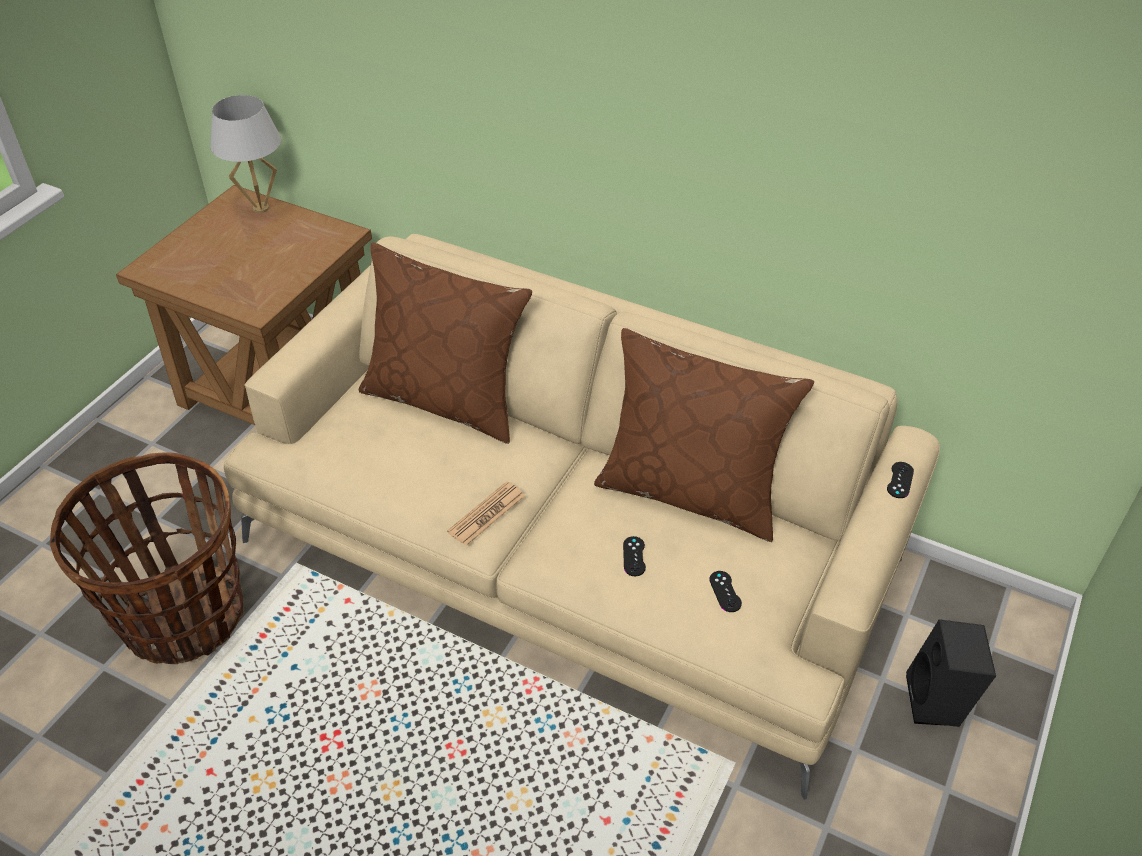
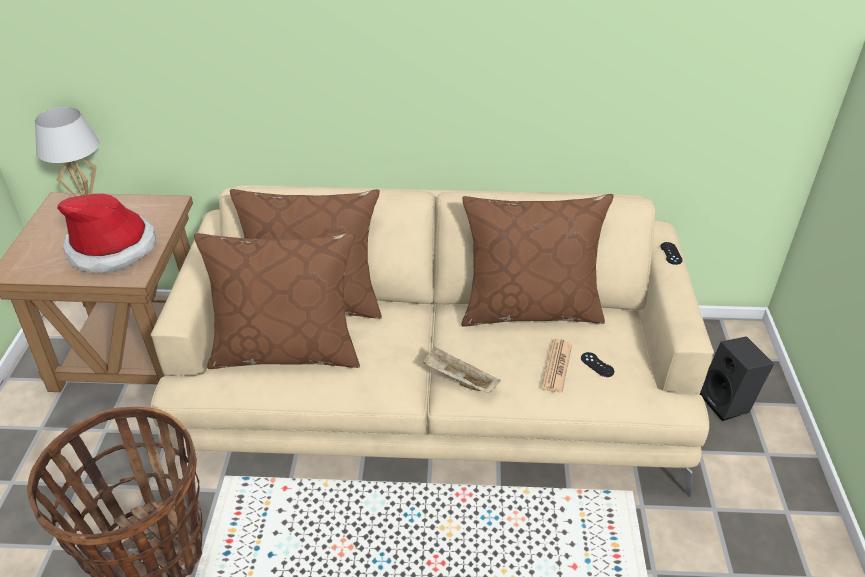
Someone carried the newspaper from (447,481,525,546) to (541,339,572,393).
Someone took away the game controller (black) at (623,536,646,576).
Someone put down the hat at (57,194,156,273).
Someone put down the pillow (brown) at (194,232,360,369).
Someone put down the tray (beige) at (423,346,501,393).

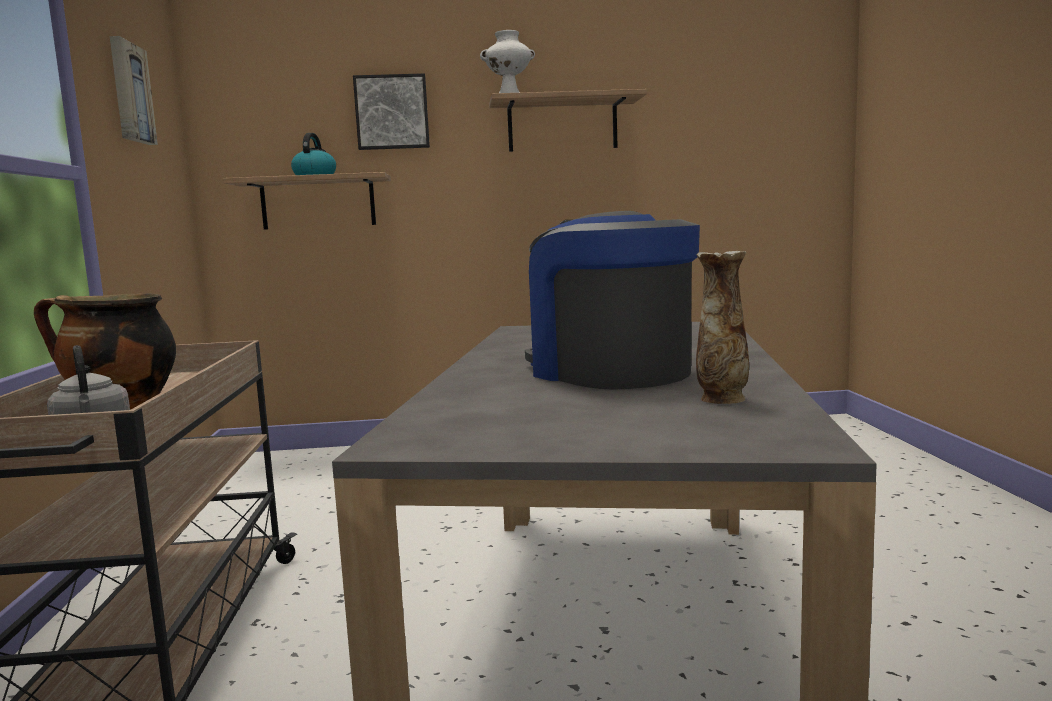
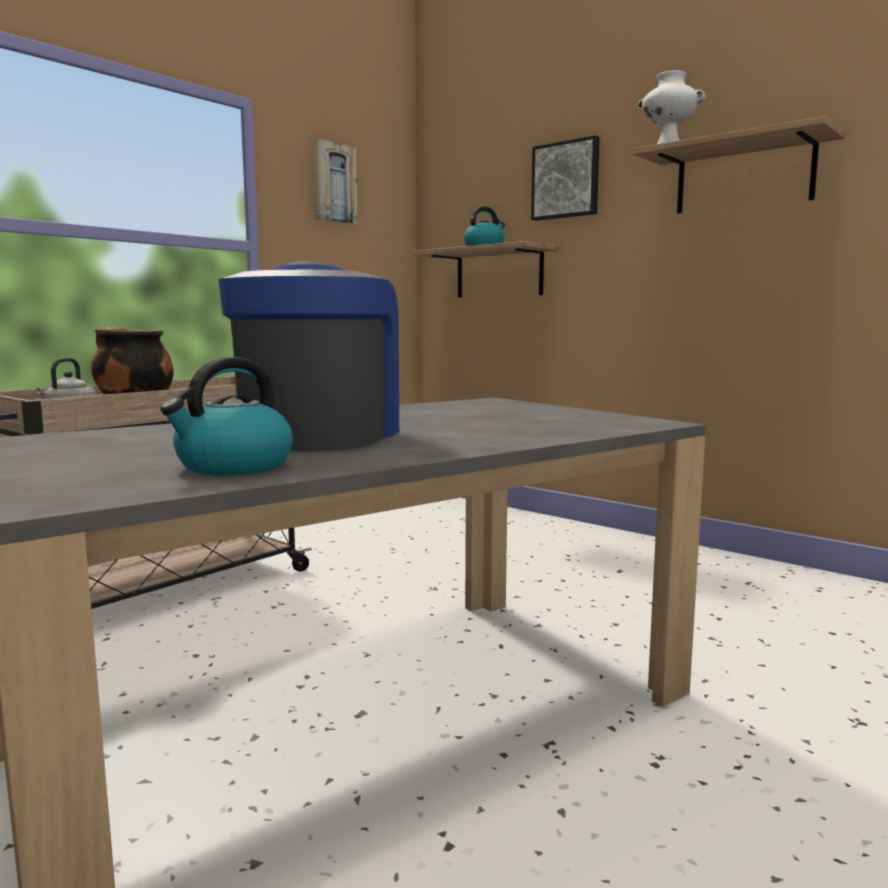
Someone swapped the vase at (696,251,749,404) for the kettle at (160,357,293,475).

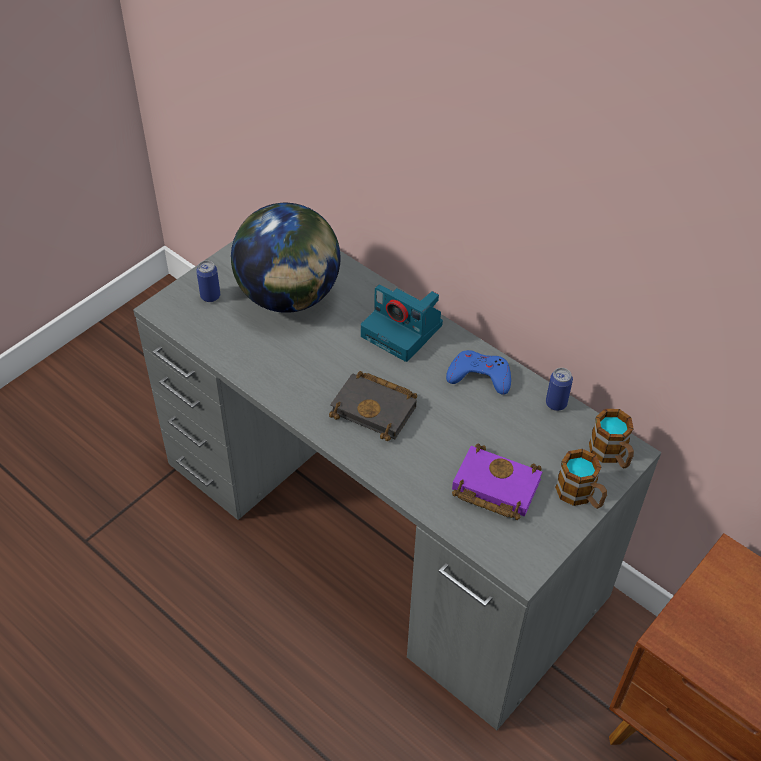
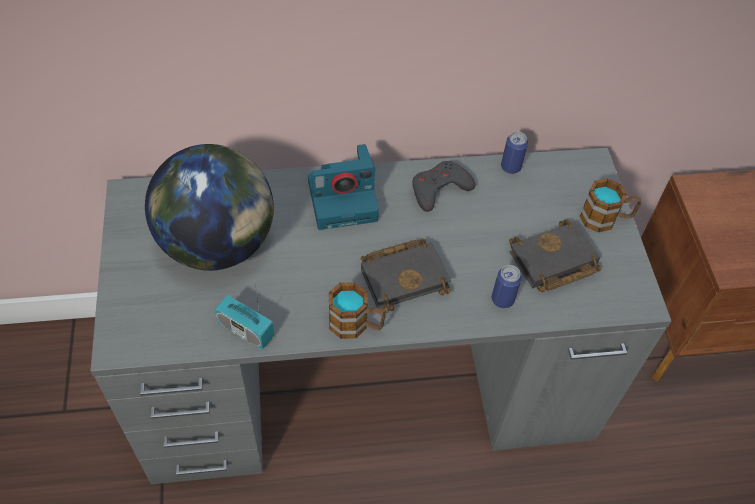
Someone carried the can from (196,260,220,302) to (492,265,522,308).
Someone repainted the game controller (blue) at (446,350,511,395), which became the game controller (grey) at (412,161,475,212).
Someone repainted the book (purple) at (452,444,542,520), which became the book (black) at (509,219,601,292).
Someone carried the mug from (589,409,634,469) to (329,282,386,339).
Someone put down the radio at (215,281,274,350).

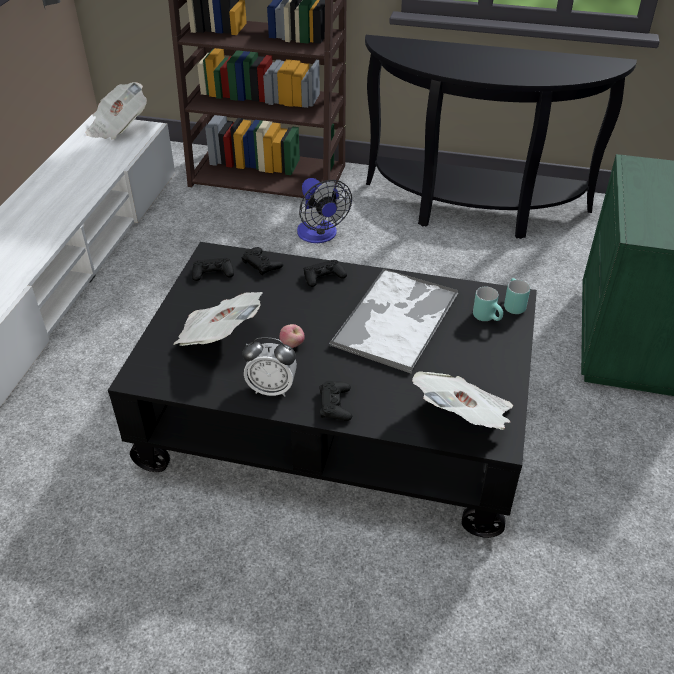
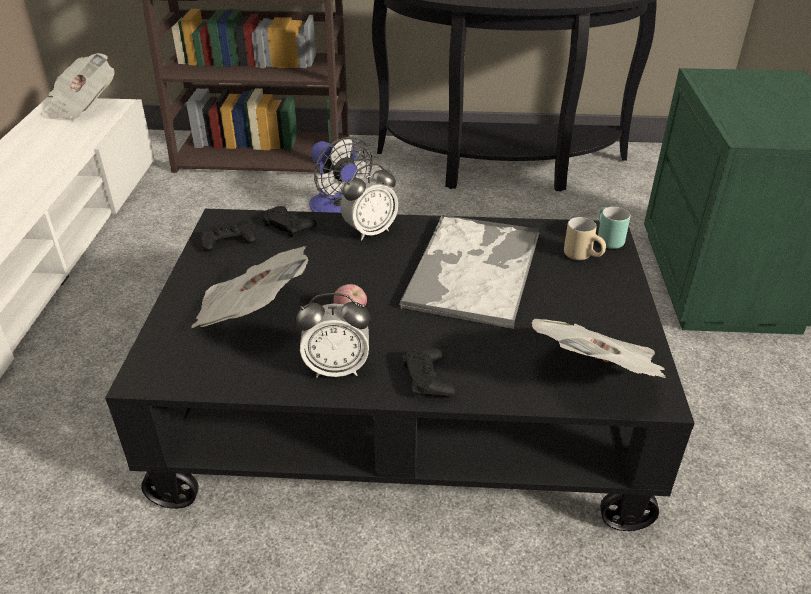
Someone swapped the game controller (black) at (304,260,347,287) for the alarm clock at (340,164,398,241).
Someone repainted the mug (turquoise) at (473,287,503,321), which became the mug (beige) at (564,217,606,260).

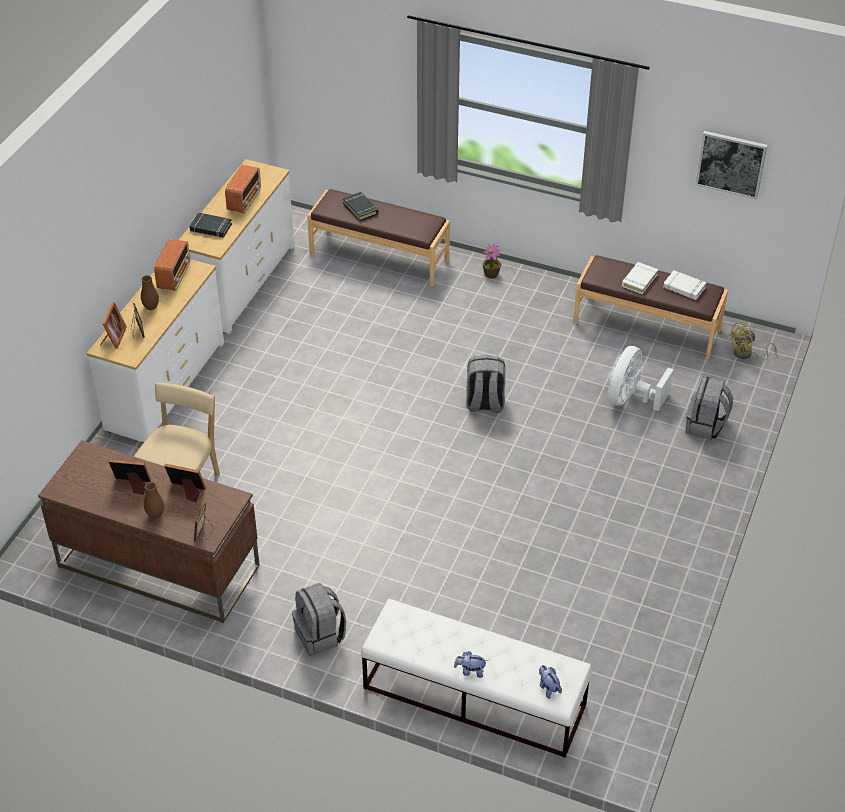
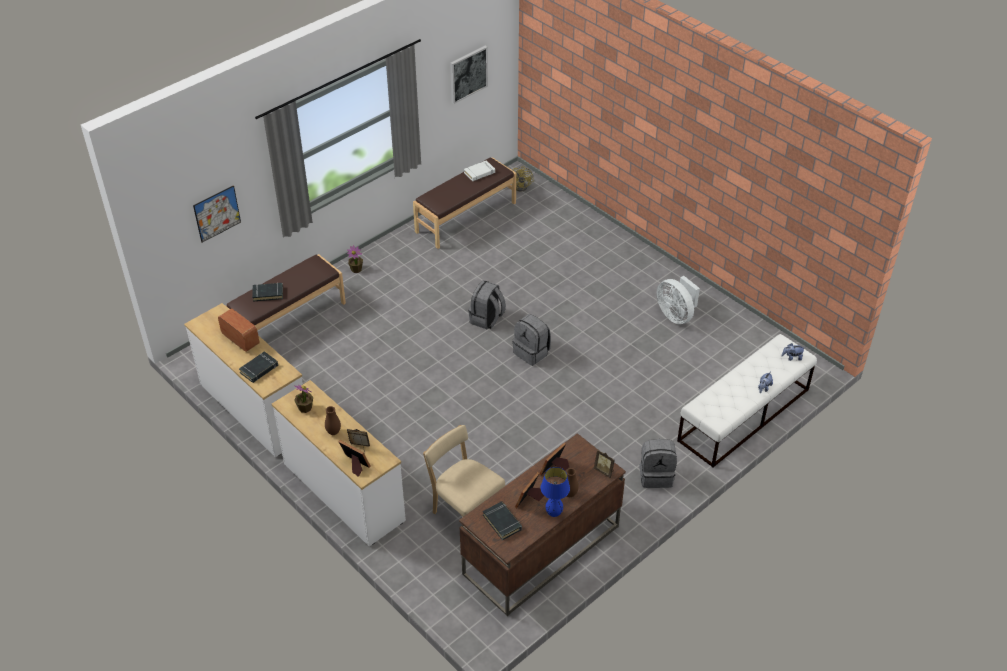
Someone swapped the radio at (154,239,190,291) for the potted plant at (294,385,313,413).
Someone carried the fan (white) from (608,346,674,411) to (656,276,700,324).
Someone took away the book (white) at (622,262,658,294).
Someone carried the backpack (grey) from (685,376,733,440) to (513,314,551,366).
Someone put up the picture at (193,185,241,242).
Someone put down the book (black) at (483,501,522,540).
Someone put down the table lamp (blue) at (541,467,570,517).

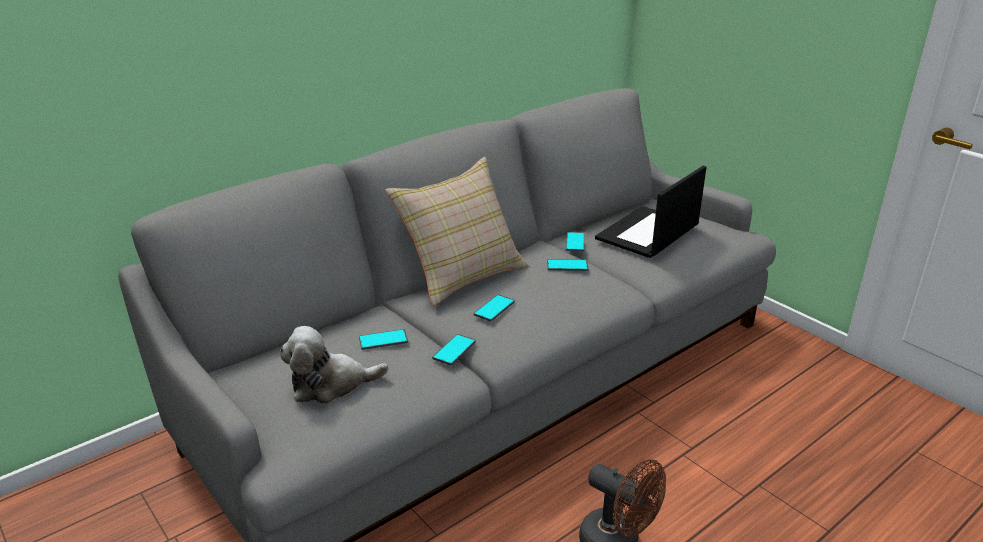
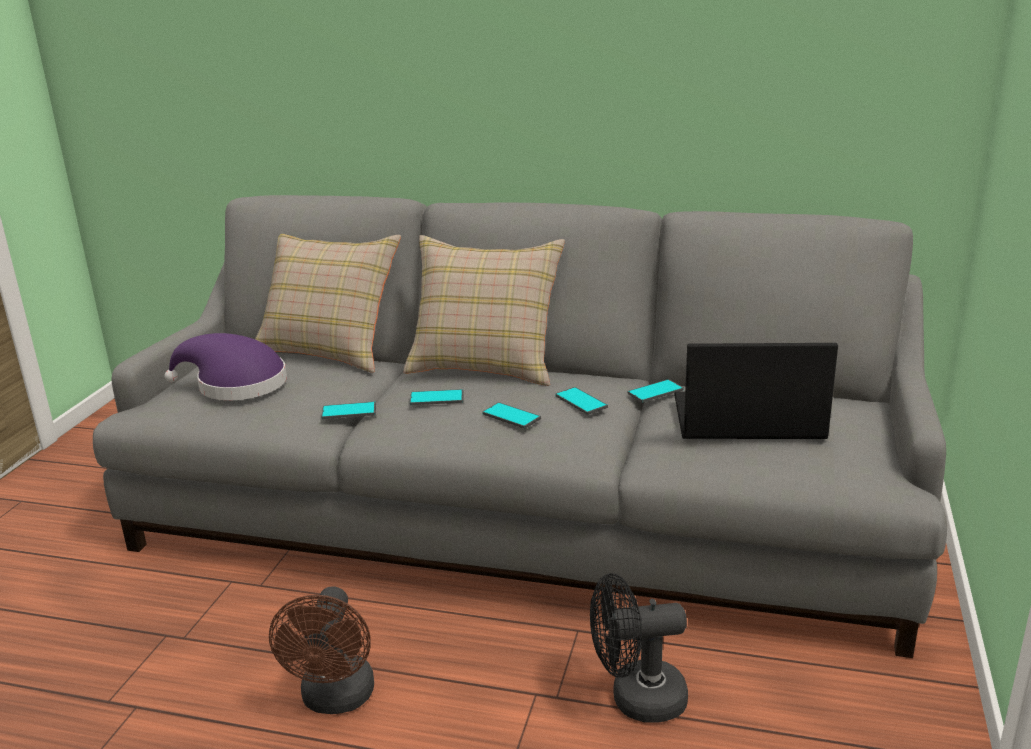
Someone swapped the plush toy at (280,326,389,404) for the hat (purple) at (164,333,287,400).
Someone carried the phone from (359,329,408,350) to (482,402,541,429).
Someone put down the pillow (beige) at (255,234,401,373).
Someone put down the fan (black) at (590,573,688,723).

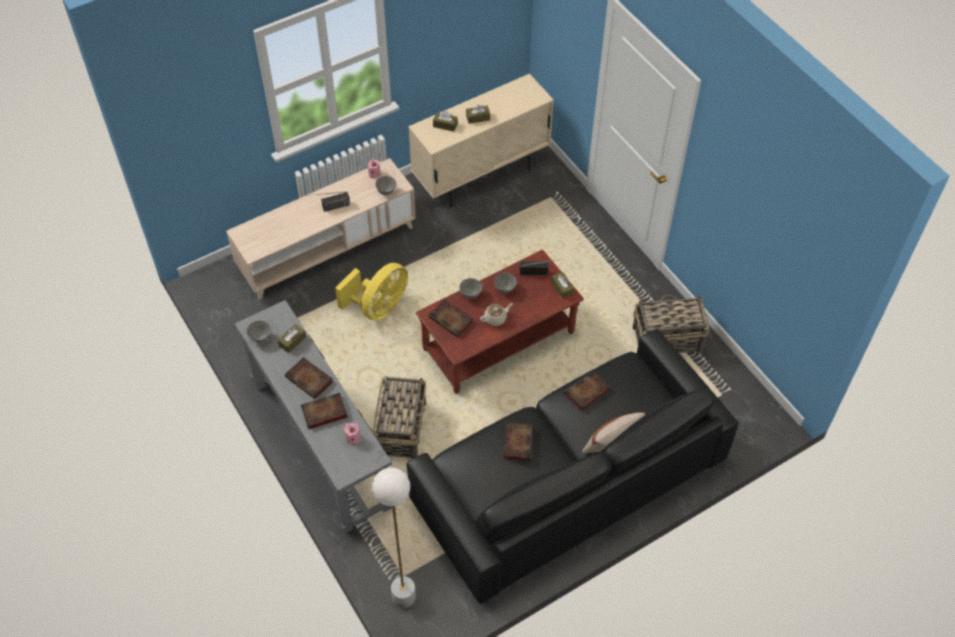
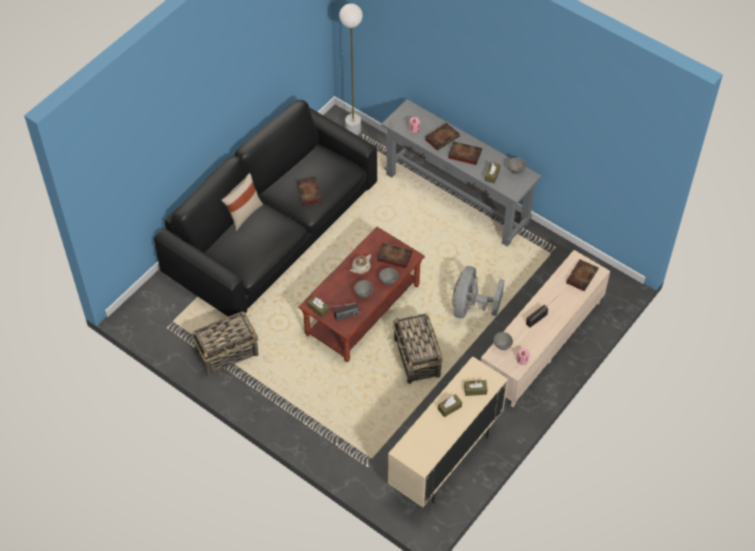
Someone repainted the fan (yellow) at (335,263,408,321), which became the fan (grey) at (452,266,505,318).
Someone carried the basket from (373,376,426,459) to (392,313,443,384).
Someone carried the book from (564,371,611,411) to (566,259,598,291).

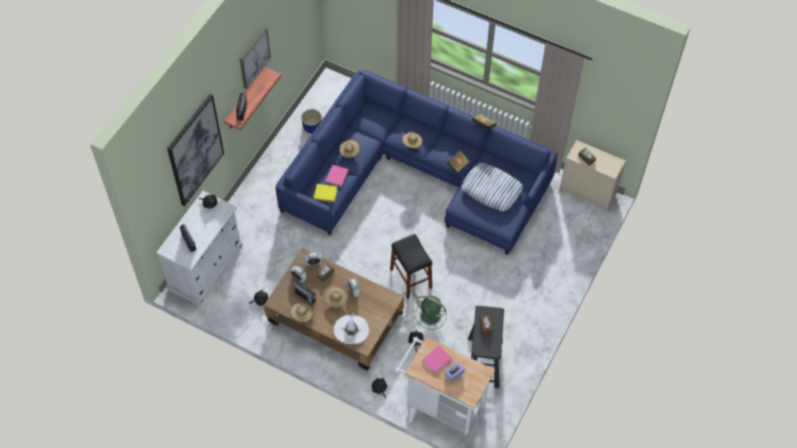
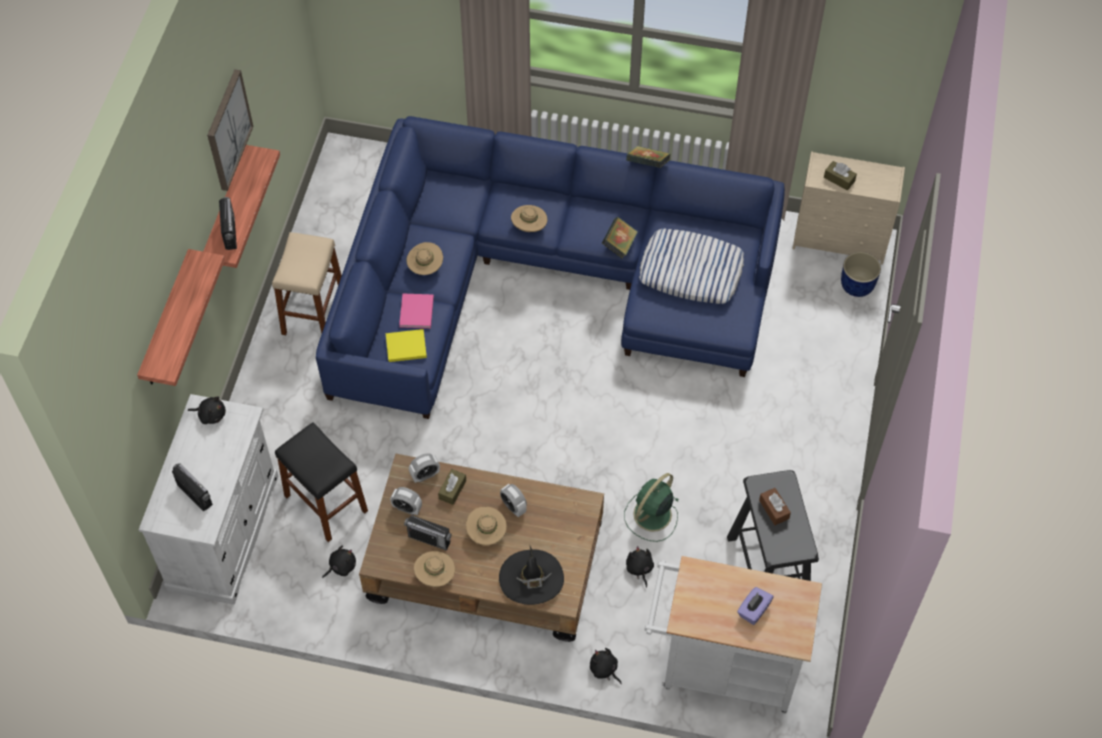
Someone swapped the picture at (167,94,224,206) for the shelf at (137,249,225,386).
Someone carried the planter (blue) from (301,109,322,134) to (841,252,881,297).
Someone repainted the hat (white) at (334,313,369,344), which became the hat (black) at (499,546,564,605).
Someone carried the stool (black) from (390,234,432,299) to (275,422,368,542).
Someone rotated the fan (green) at (415,296,447,330) by 120 degrees clockwise.
Someone took away the book (pink) at (422,345,452,374).
Someone put down the stool (beige) at (272,232,342,335).

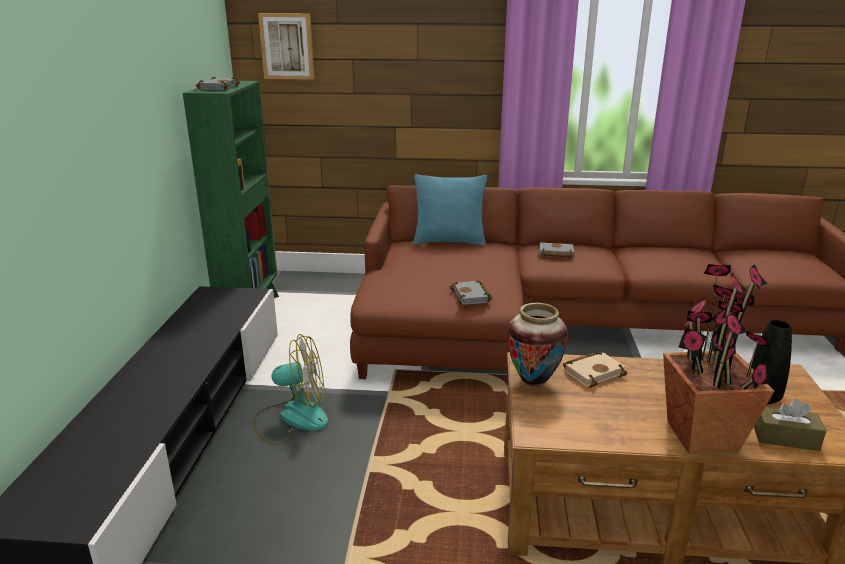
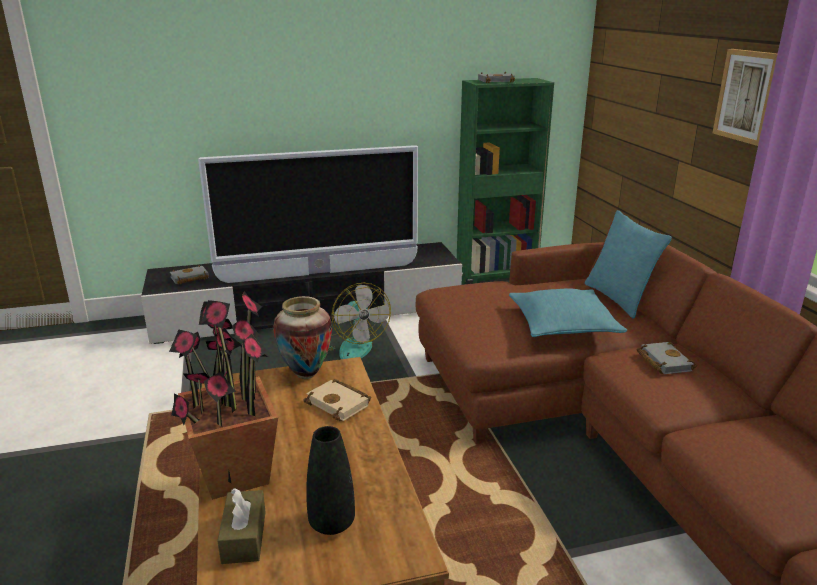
Someone carried the picture from (258,13,315,80) to (713,49,778,146).
Someone carried the book (grey) from (450,280,492,305) to (170,265,209,285).
Someone put down the television at (198,145,418,283).
Someone put down the pillow (turquoise) at (509,288,627,337).

